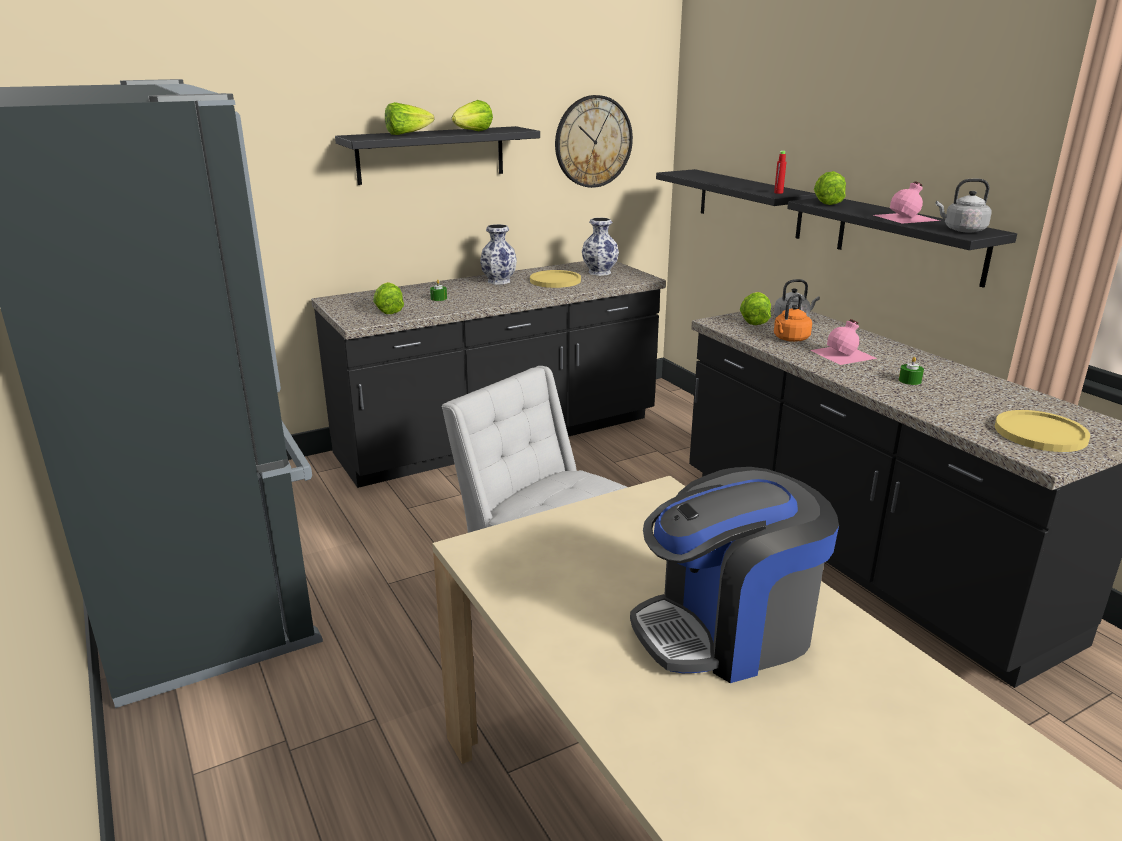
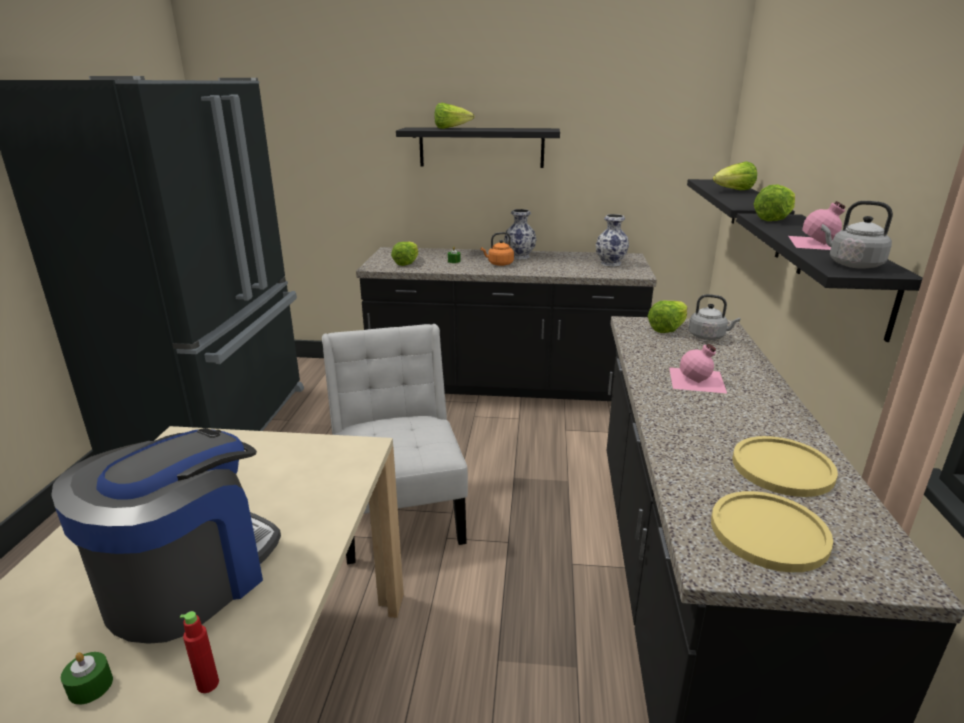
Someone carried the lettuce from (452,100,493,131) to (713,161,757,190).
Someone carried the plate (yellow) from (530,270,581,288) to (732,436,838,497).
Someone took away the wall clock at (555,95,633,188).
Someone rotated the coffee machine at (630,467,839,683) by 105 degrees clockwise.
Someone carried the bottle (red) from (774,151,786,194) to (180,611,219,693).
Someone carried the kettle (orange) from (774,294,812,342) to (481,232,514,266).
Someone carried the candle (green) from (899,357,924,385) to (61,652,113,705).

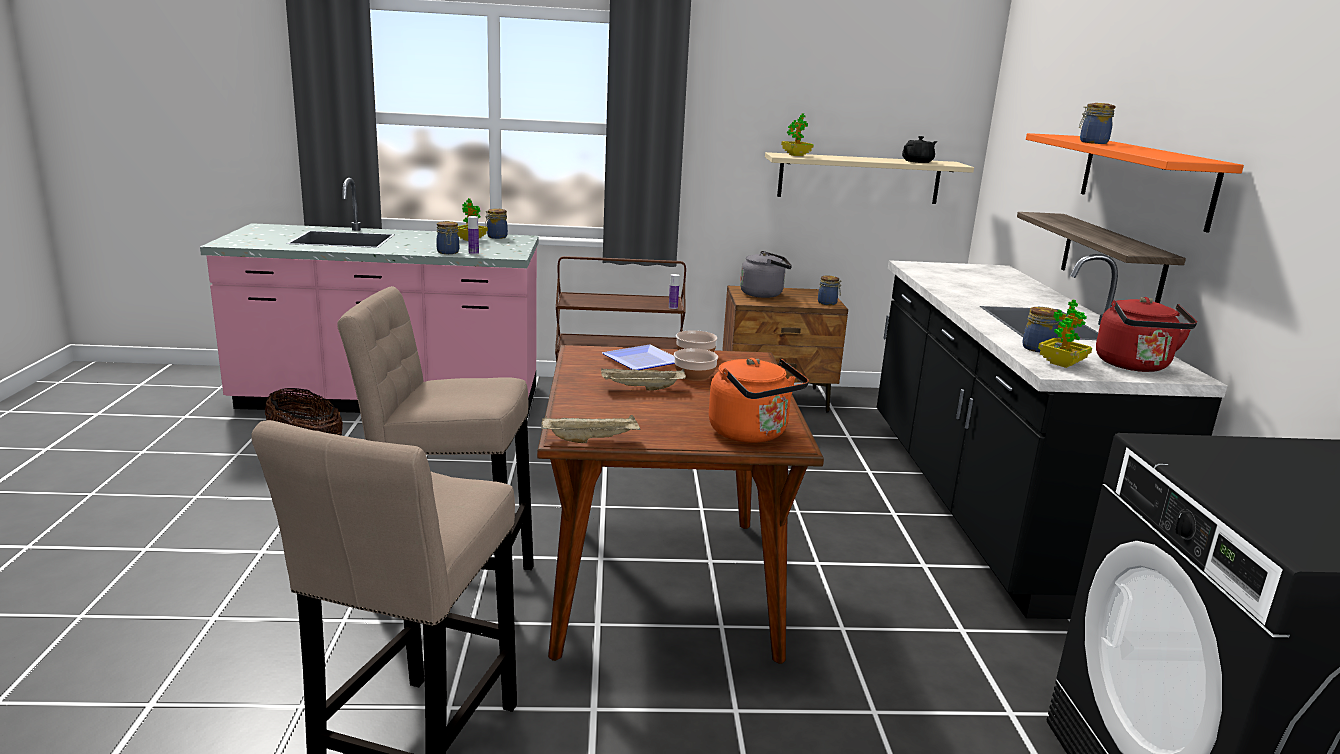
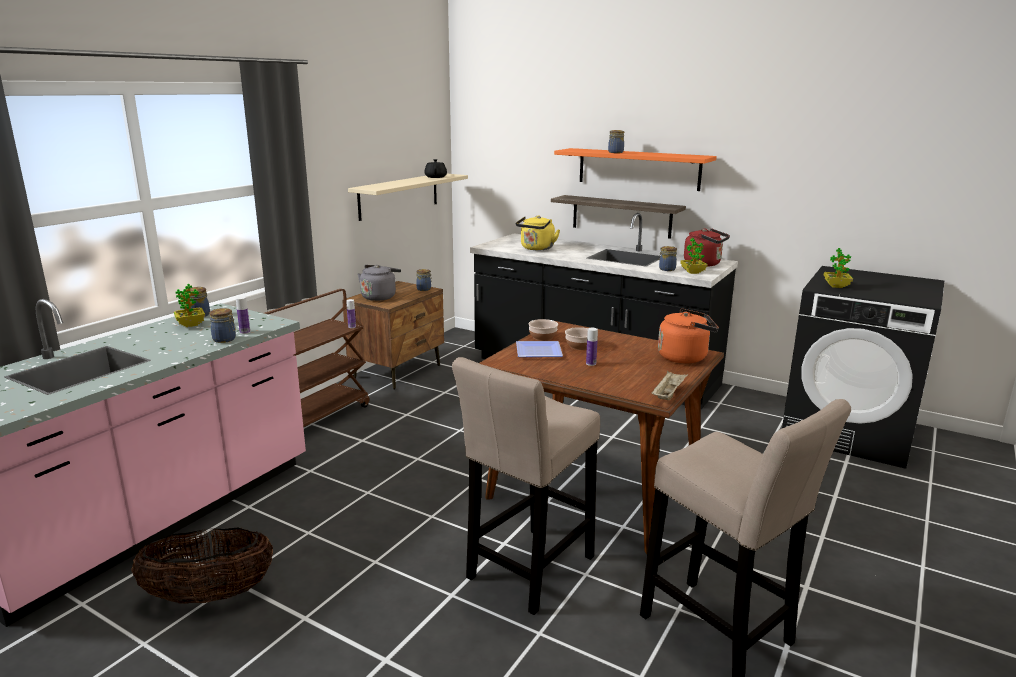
Someone swapped the tray (beige) at (601,368,686,391) for the bottle at (586,328,598,366).
Someone carried the potted plant from (781,113,814,156) to (824,248,853,288).
Someone put down the kettle (yellow) at (516,215,560,250).

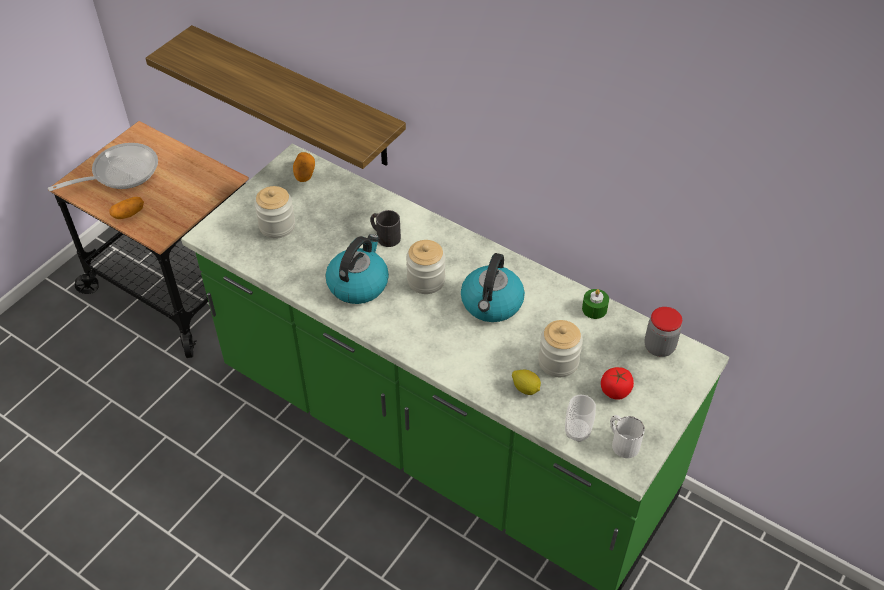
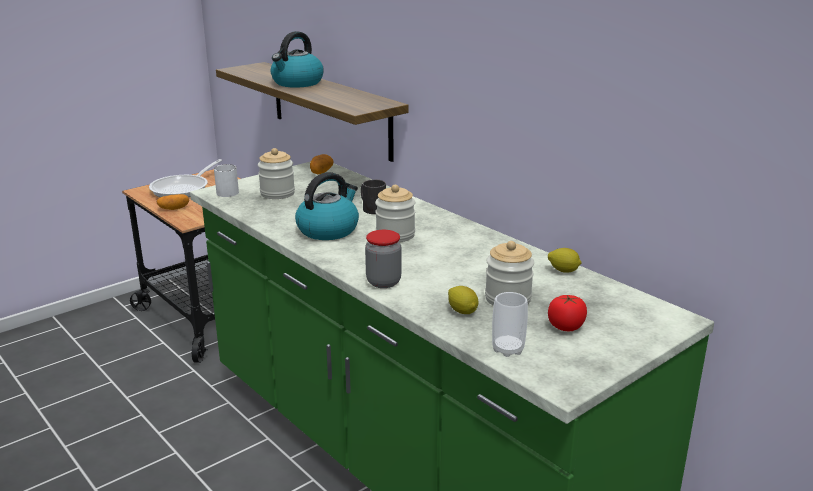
Someone rotated the frying pan at (48,143,158,191) by 135 degrees clockwise.
Someone carried the kettle from (461,253,525,322) to (271,31,324,88).
Someone swapped the candle (green) at (582,289,609,319) for the lemon at (548,248,581,273).
Someone carried the mug (white) from (610,415,645,458) to (214,164,239,197).
Someone carried the jar from (644,307,682,357) to (365,230,402,288).

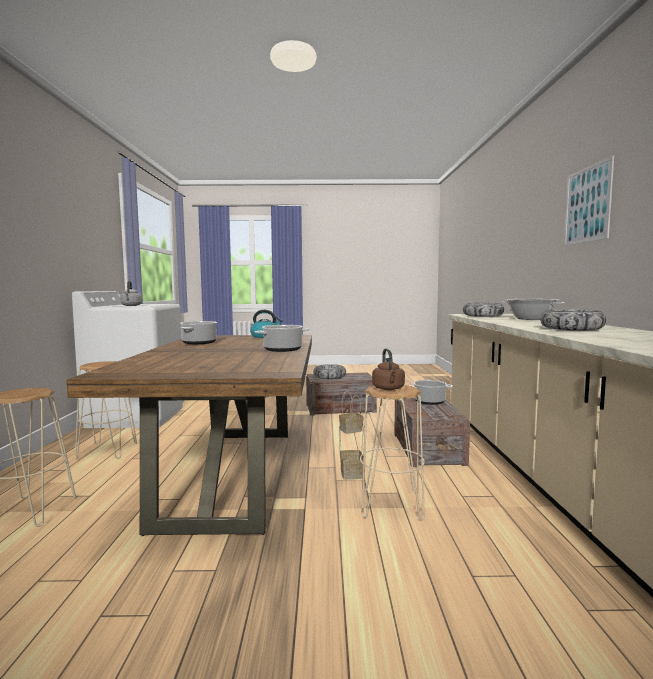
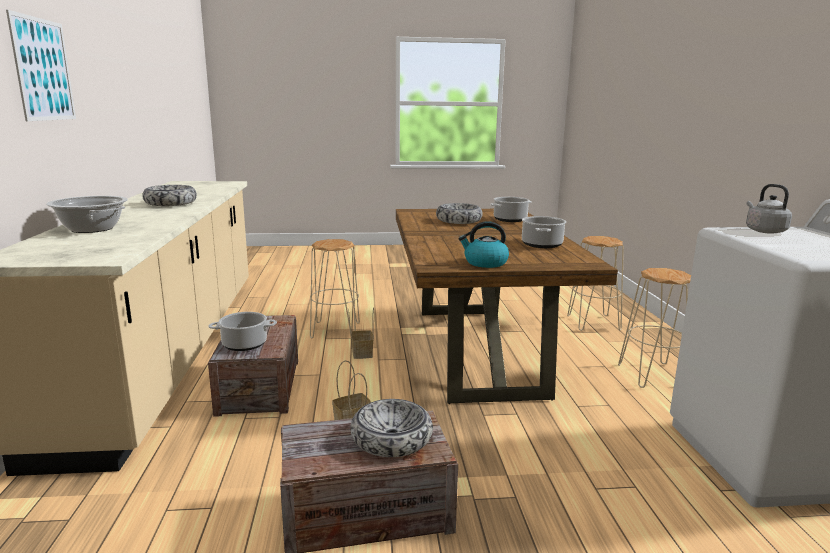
Someone carried the cooking pot from (255,325,309,352) to (490,197,532,222).
Someone took away the kettle (brown) at (372,348,405,390).
Someone carried the bowl from (463,303,504,317) to (436,203,483,224).

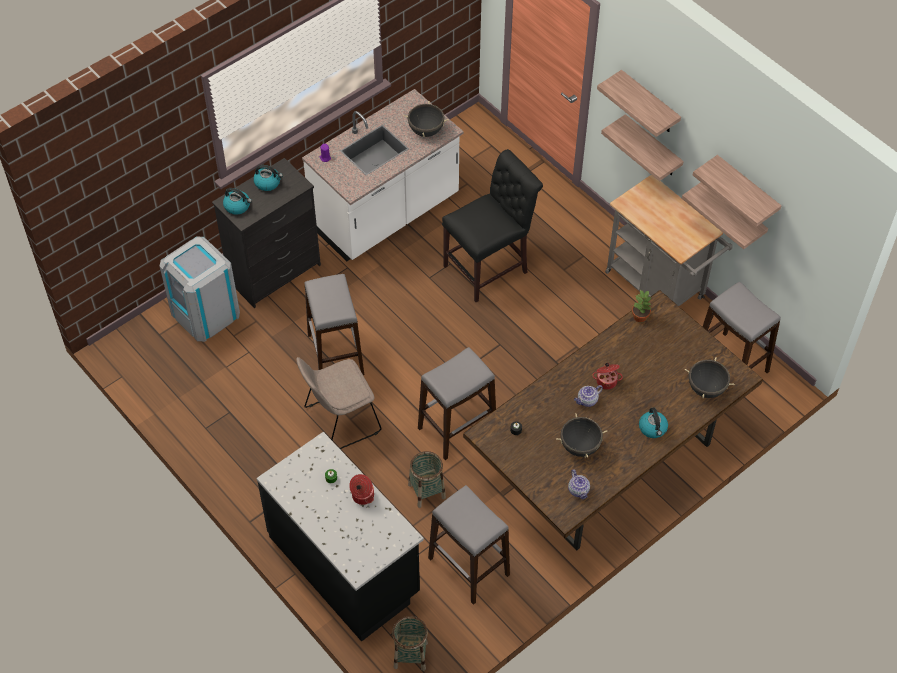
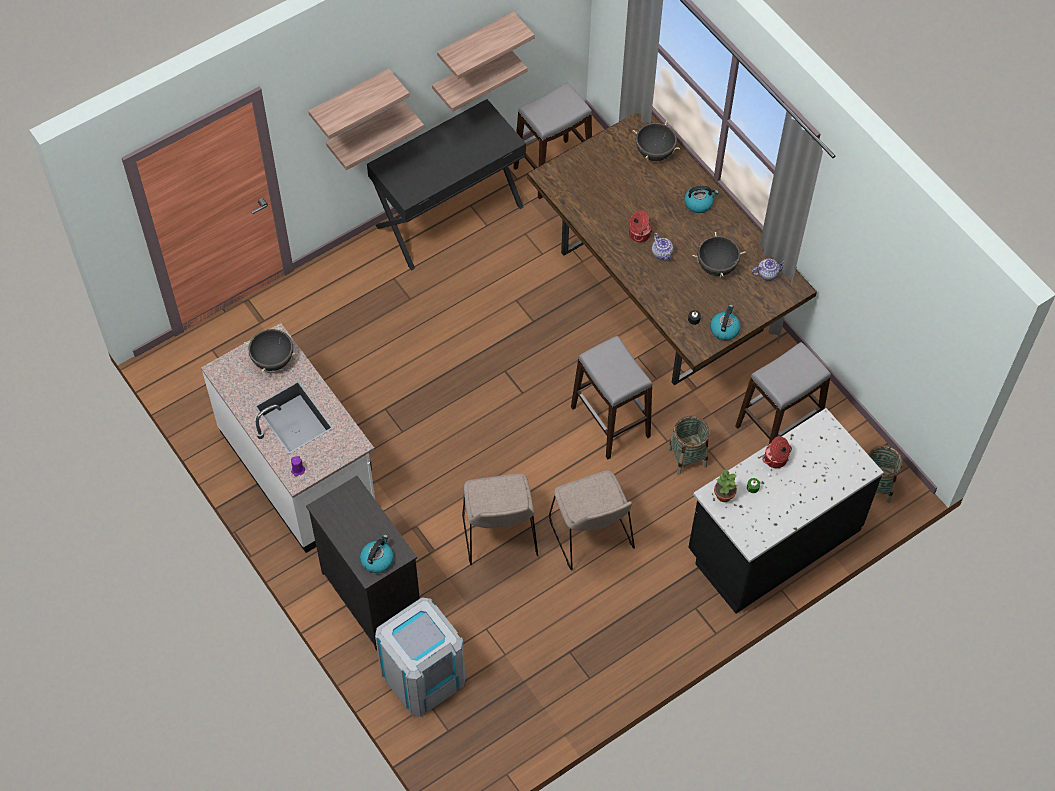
Someone carried the kettle from (253,165,283,191) to (710,305,741,340).
Someone swapped the stool (grey) at (304,274,364,375) for the chair (beige) at (462,473,538,565).
Someone took away the chair (black) at (442,149,543,302).
Someone swapped the cart (grey) at (605,175,733,306) for the desk (black) at (367,99,526,270).
Someone carried the potted plant from (632,290,651,322) to (714,469,737,502).

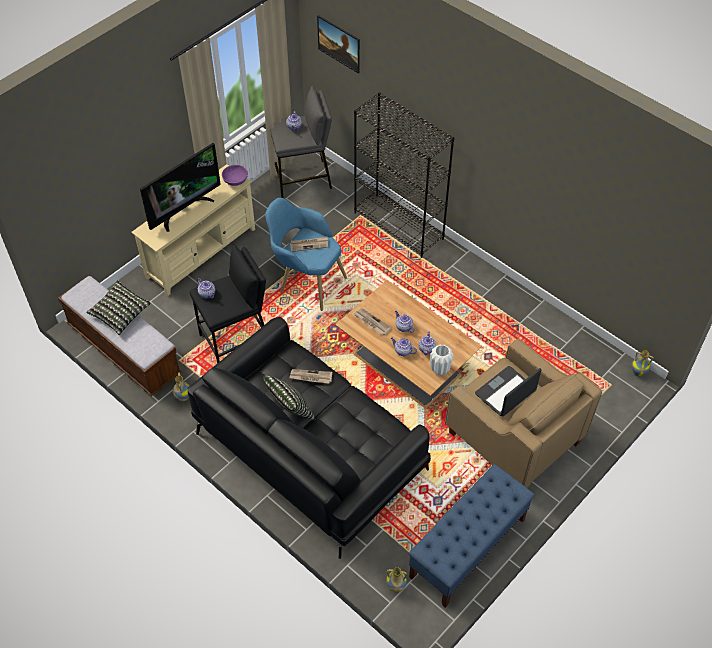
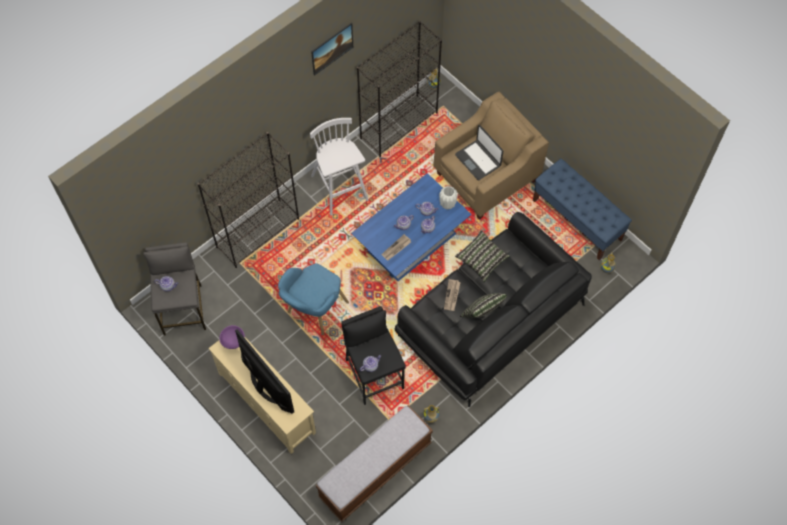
Someone carried the pillow from (86,280,151,335) to (455,230,510,282).
Someone took away the newspaper at (290,237,328,252).
Someone carried the picture from (317,15,360,74) to (311,23,353,75).
Someone repainted the coffee table (brown) at (335,280,482,409), which became the coffee table (blue) at (351,173,472,281).
Someone put down the stool (white) at (310,118,369,215).
Someone put down the bookcase (black) at (357,21,442,157).

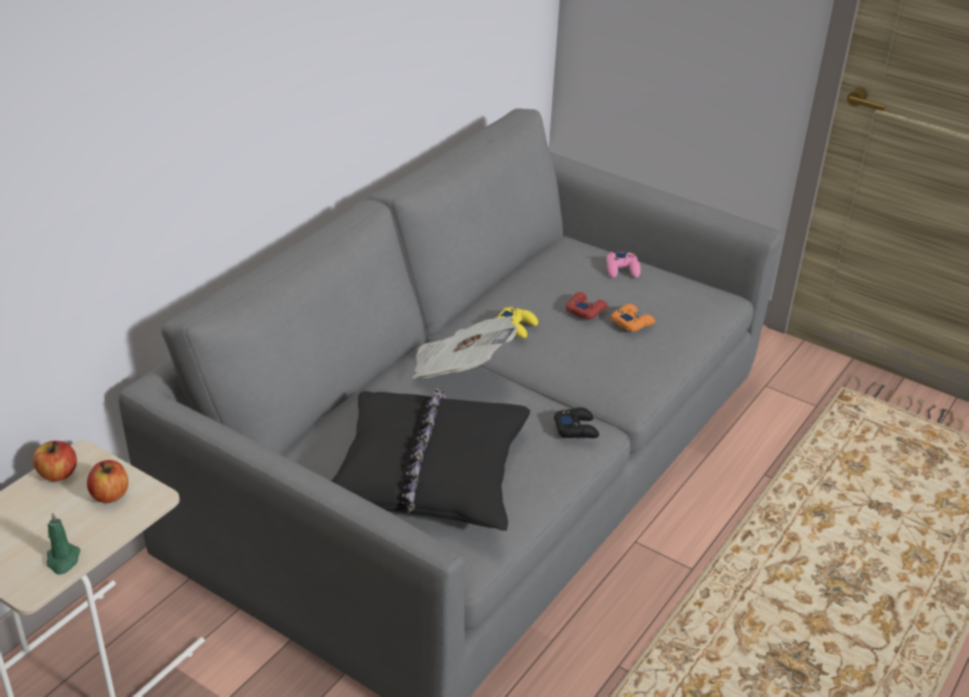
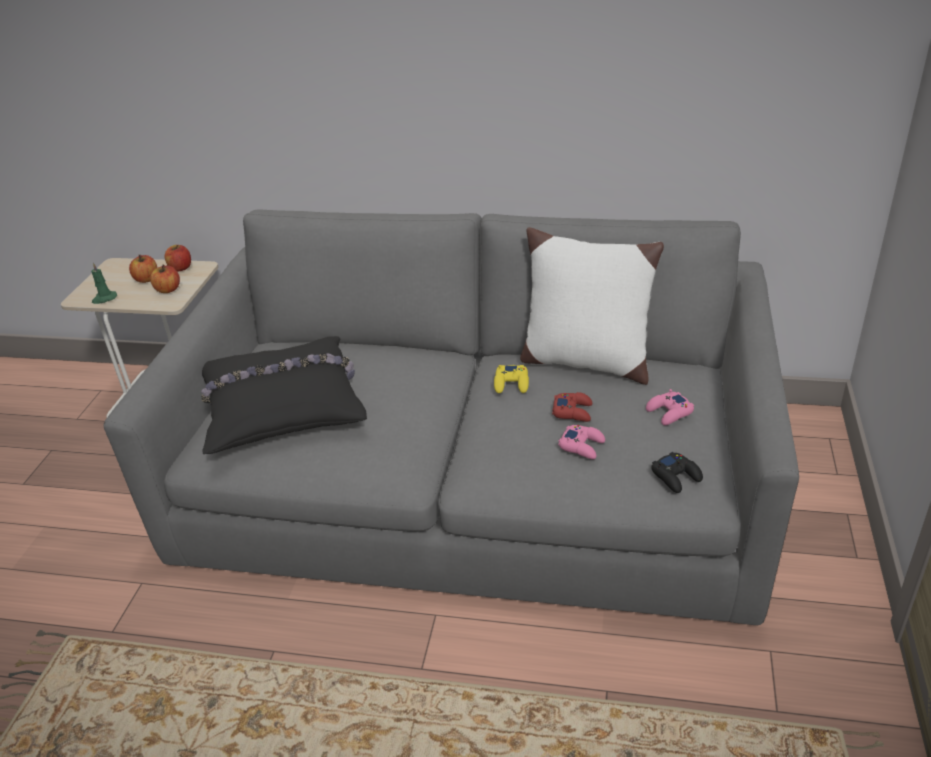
Someone took away the newspaper at (412,316,517,379).
Someone carried the game controller (black) from (554,407,599,438) to (651,452,703,493).
Someone repainted the game controller (orange) at (611,304,655,332), which became the game controller (pink) at (558,425,605,459).
Someone put down the apple at (129,255,157,283).
Someone put down the pillow (white) at (520,227,664,385).

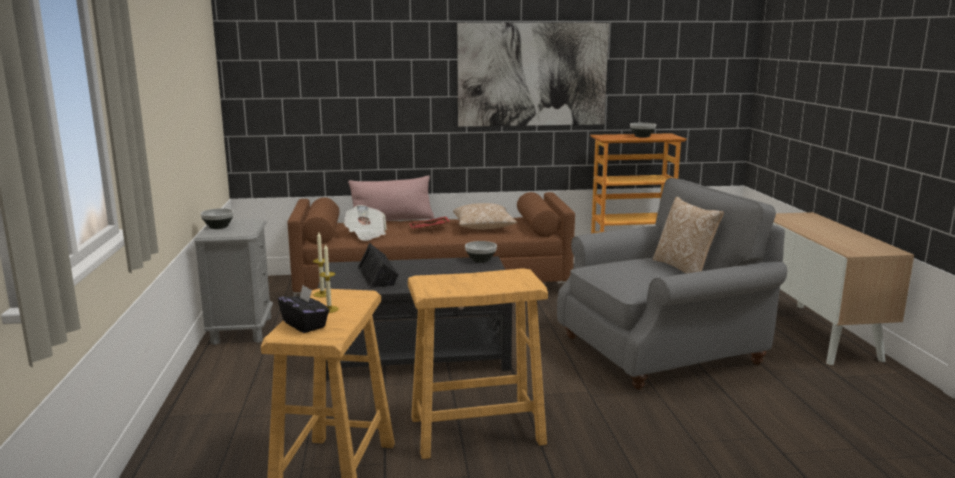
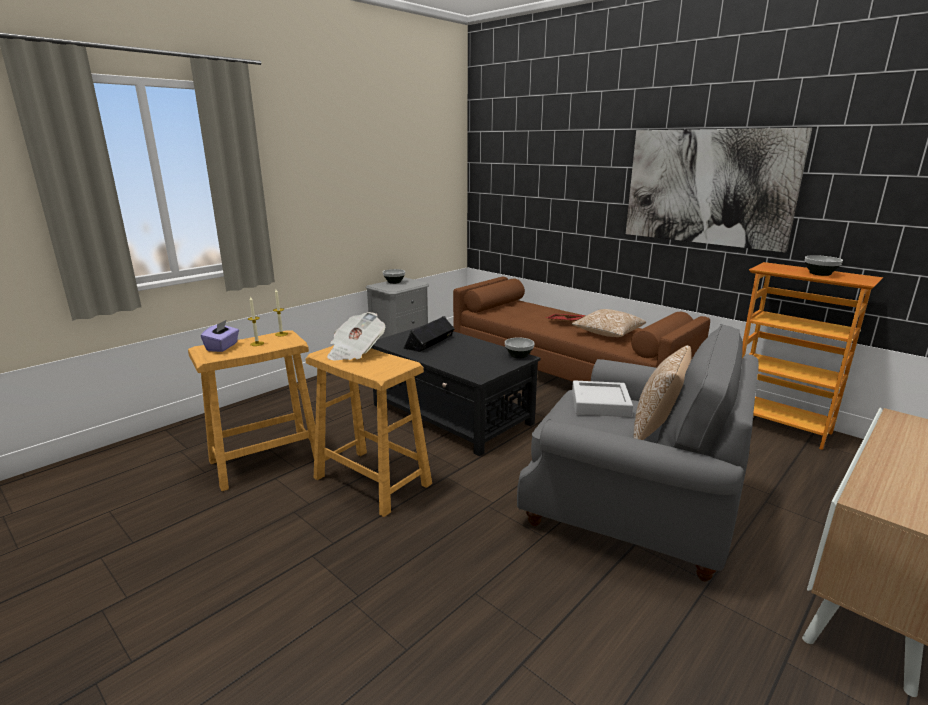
Someone repainted the tissue box (black) at (278,285,330,333), which became the tissue box (purple) at (201,320,239,352).
Someone carried the newspaper from (344,205,387,241) to (327,312,385,360).
Someone took away the pillow (pink) at (348,176,434,221).
Someone put down the tray (grey) at (572,380,633,417).

